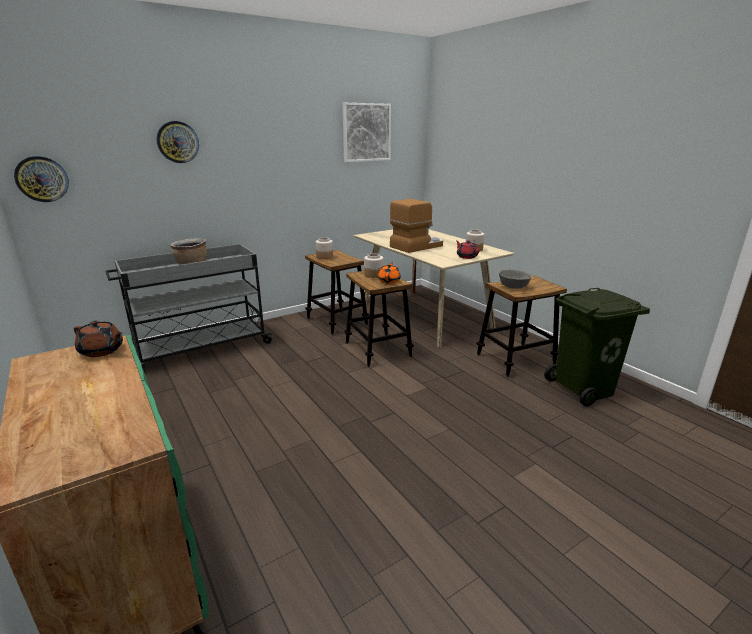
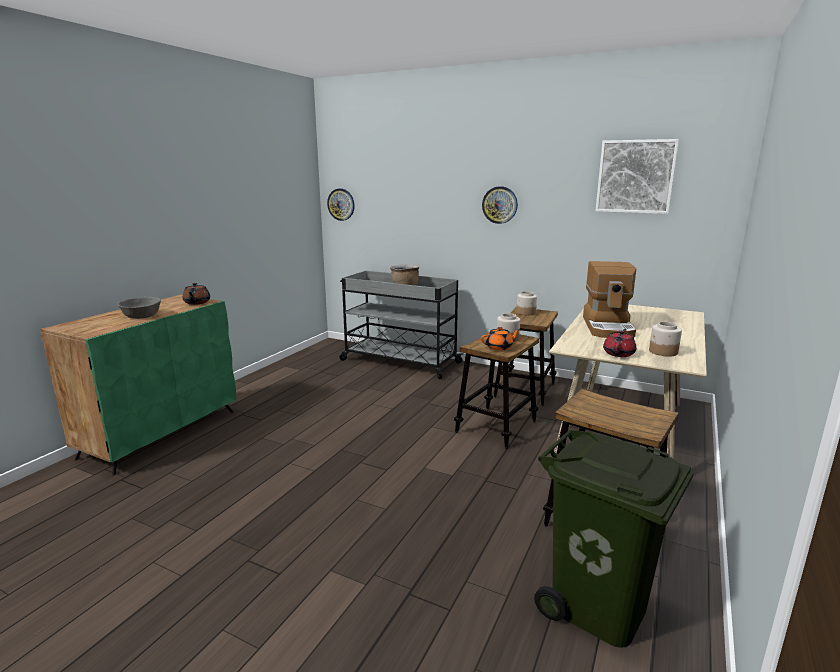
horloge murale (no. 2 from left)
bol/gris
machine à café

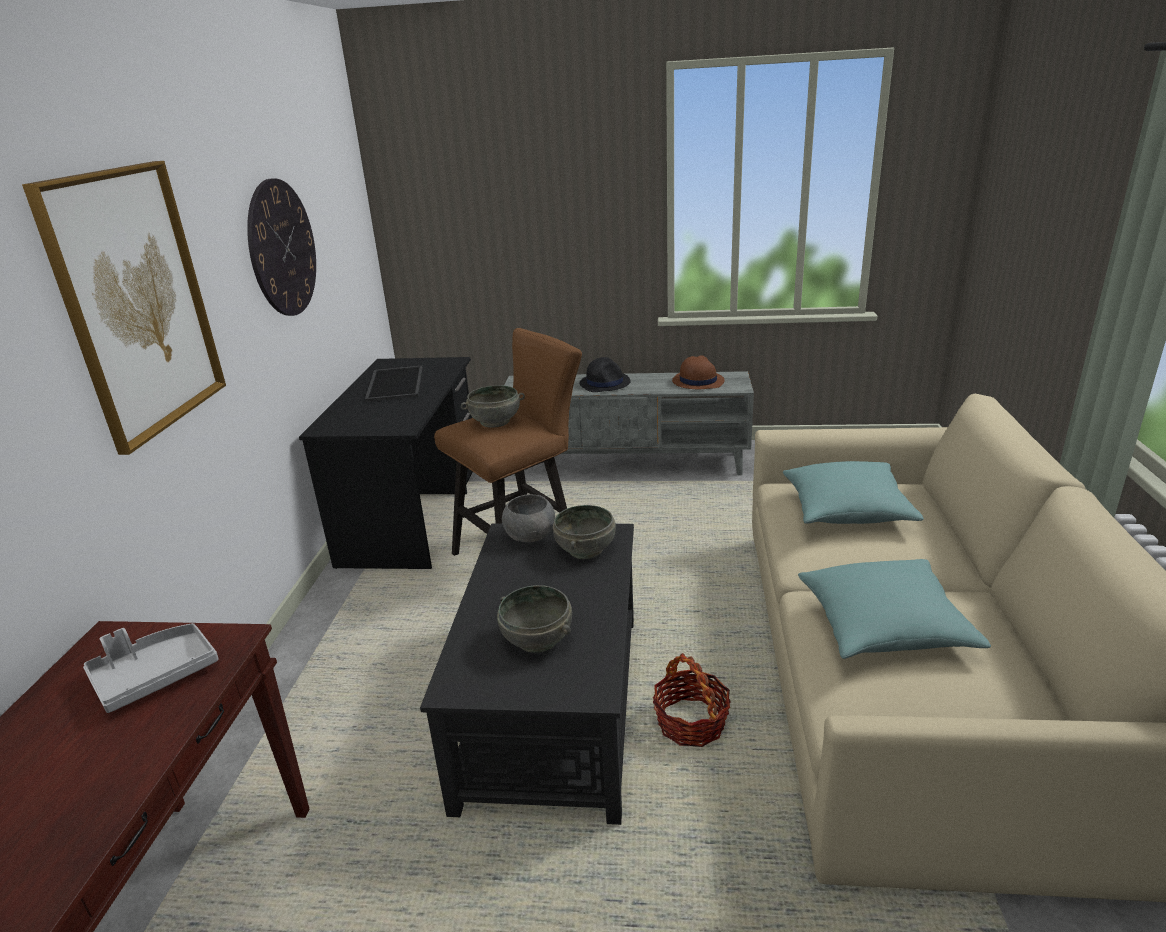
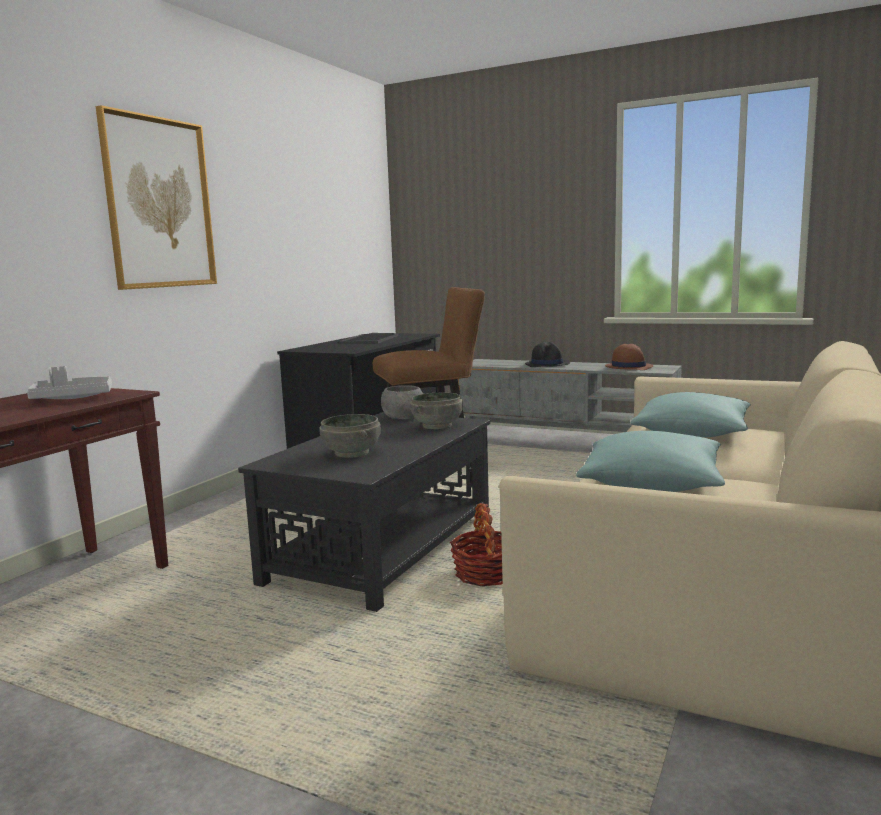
horloge murale
bol/gris (no. 1 from left in the first image)

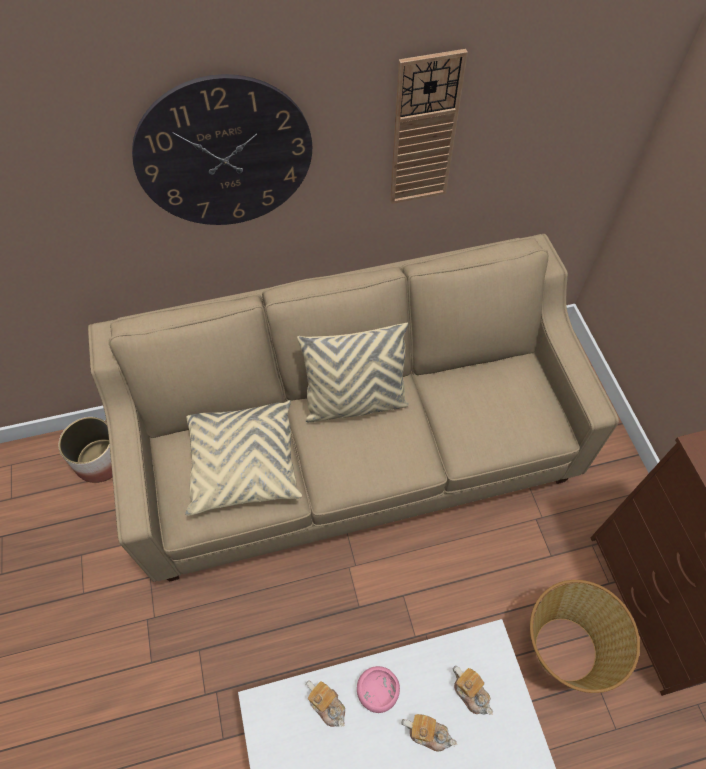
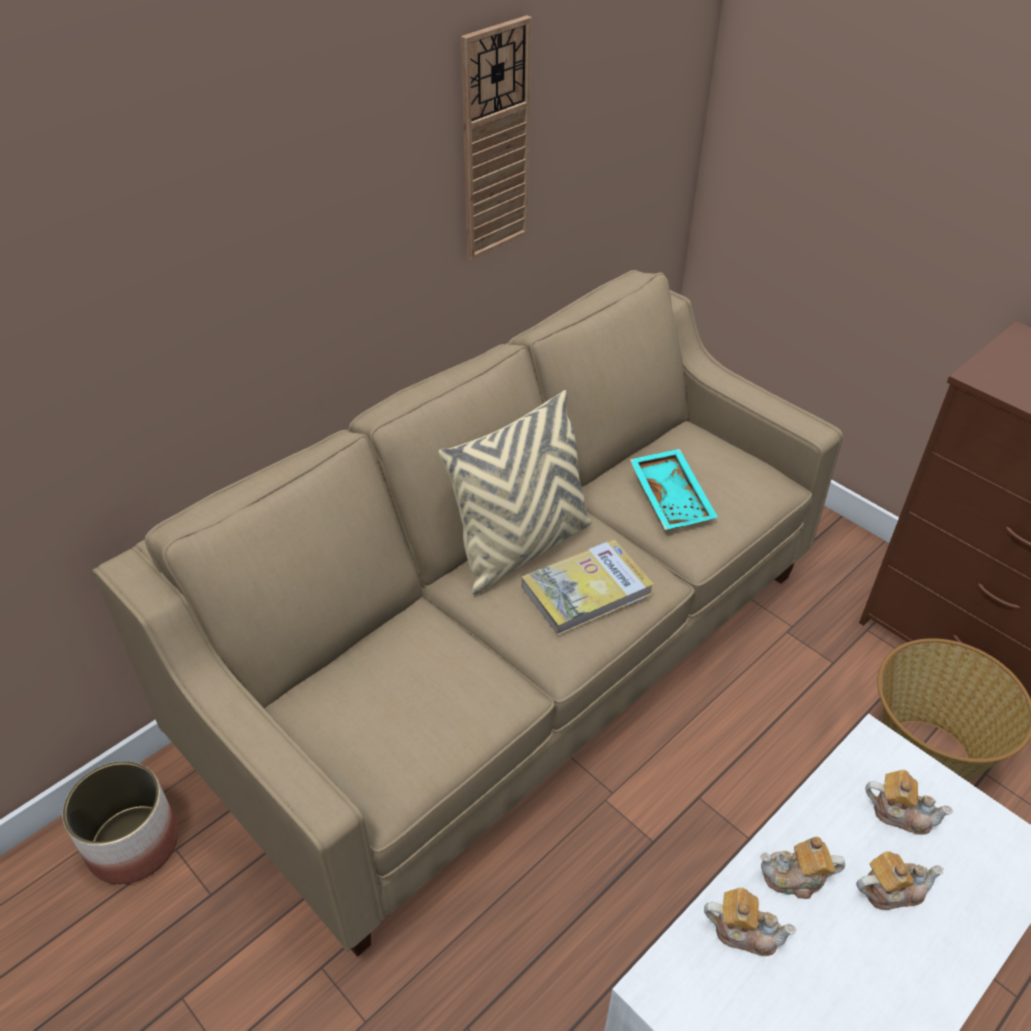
horloge murale (no. 1 from left in the first image)
coussin/beige (no. 1 from left in the first image)
livre
plateau/turquoise
théière (no. 2 from left)

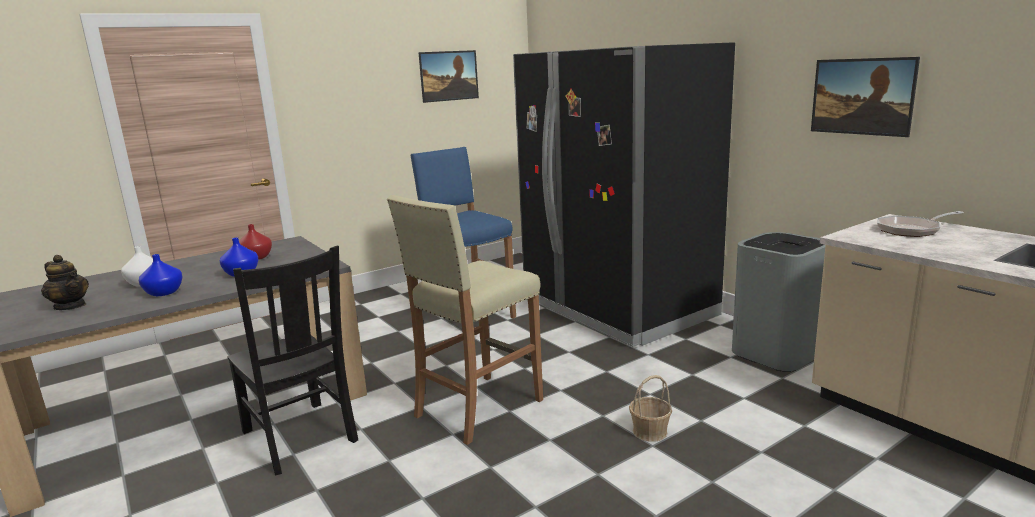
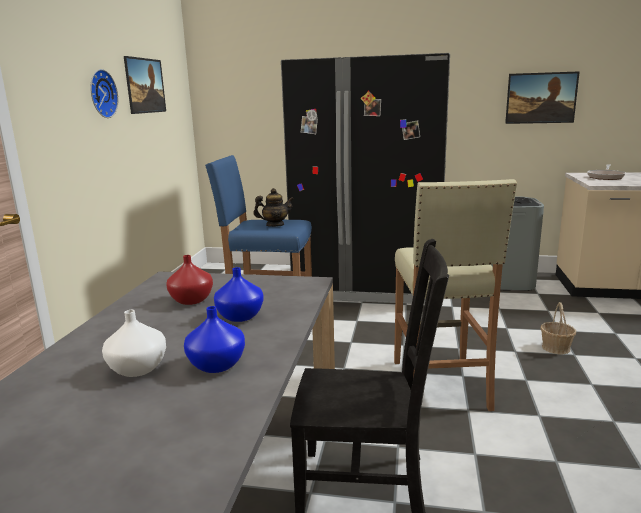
horloge murale
théière

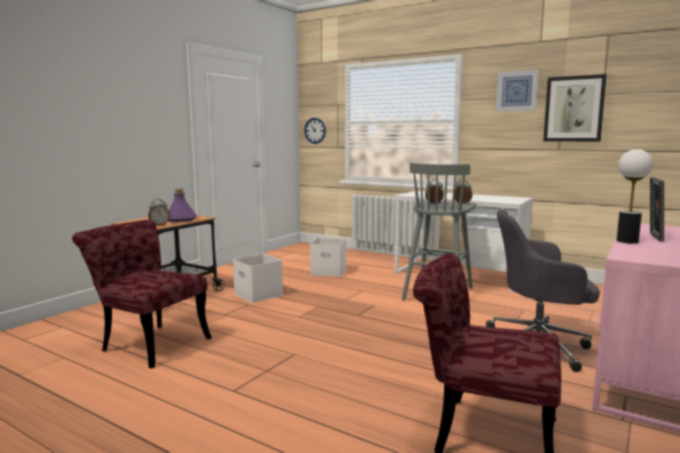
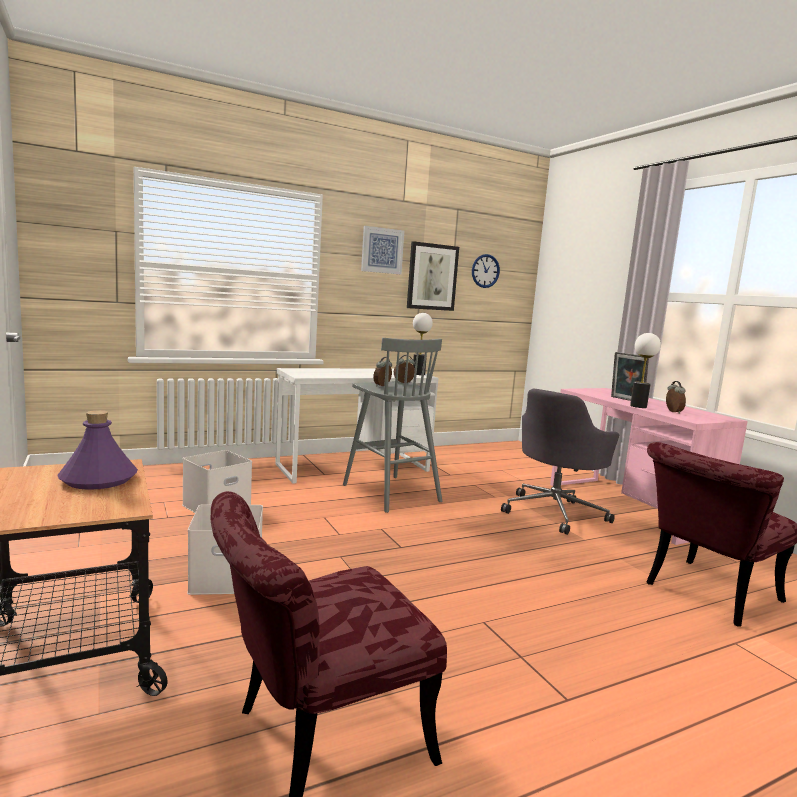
lampe de table (no. 1 from left)
réveil (no. 3 from left)
horloge murale

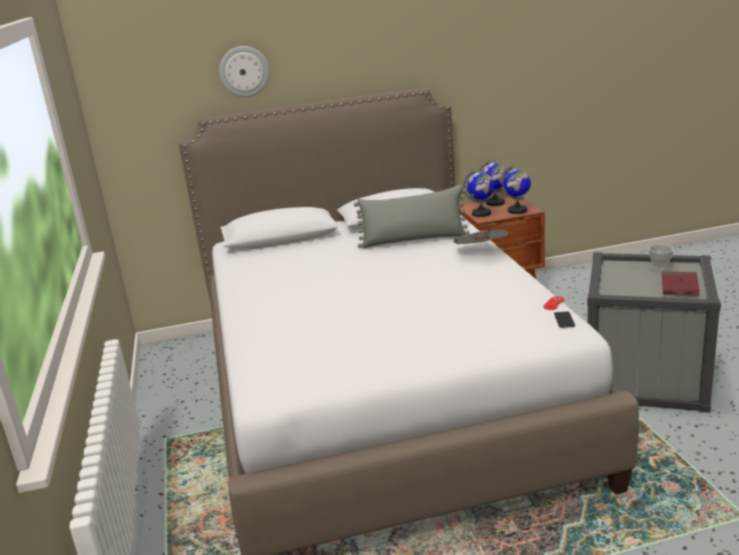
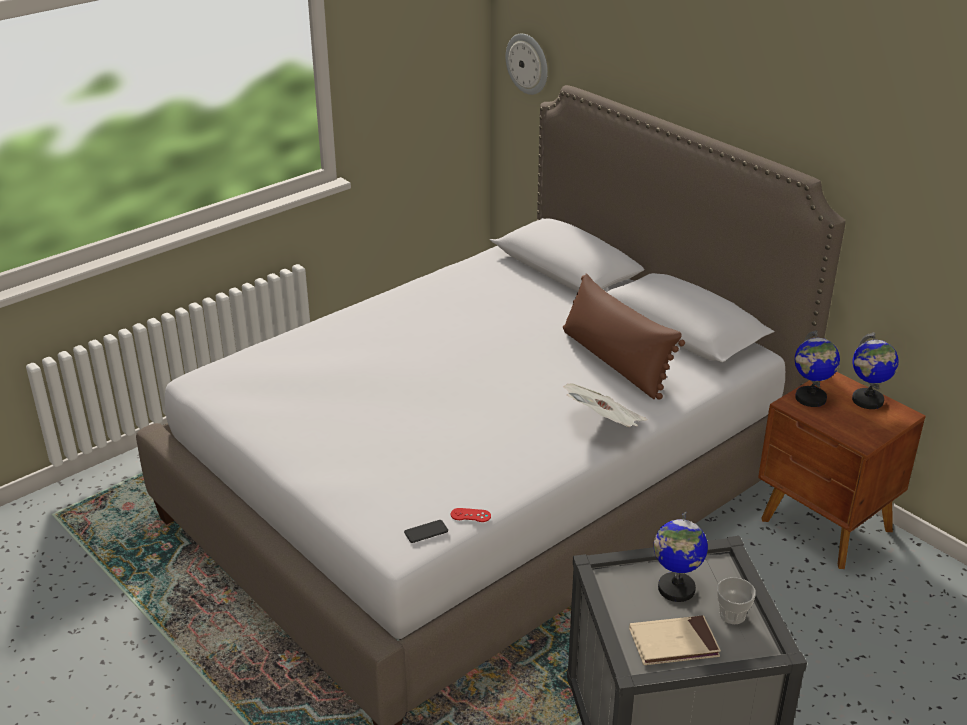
horloge murale
globe (no. 1 from left)
coussin/marron
livre/beige

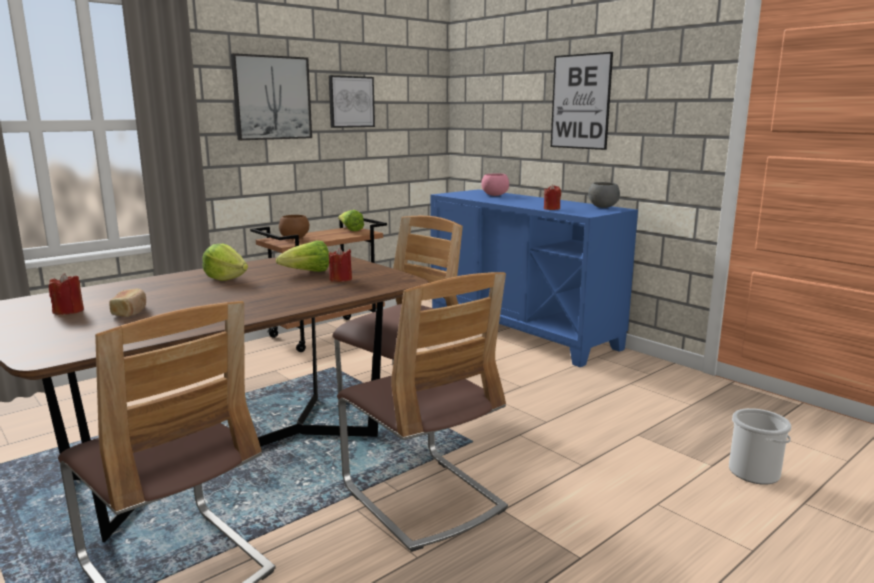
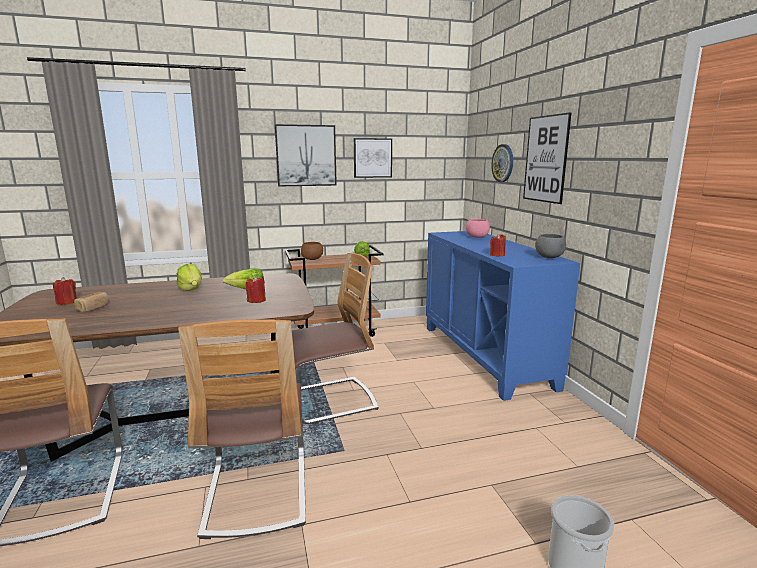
horloge murale

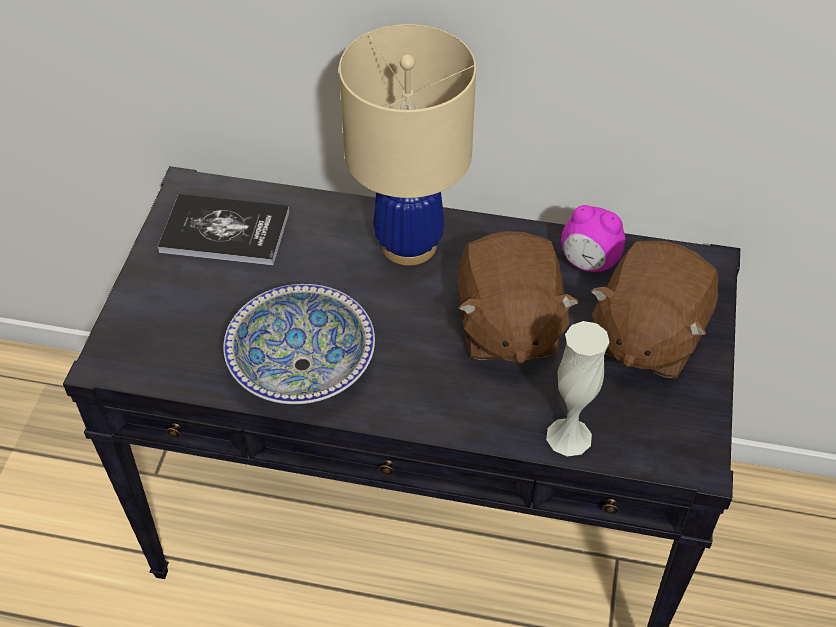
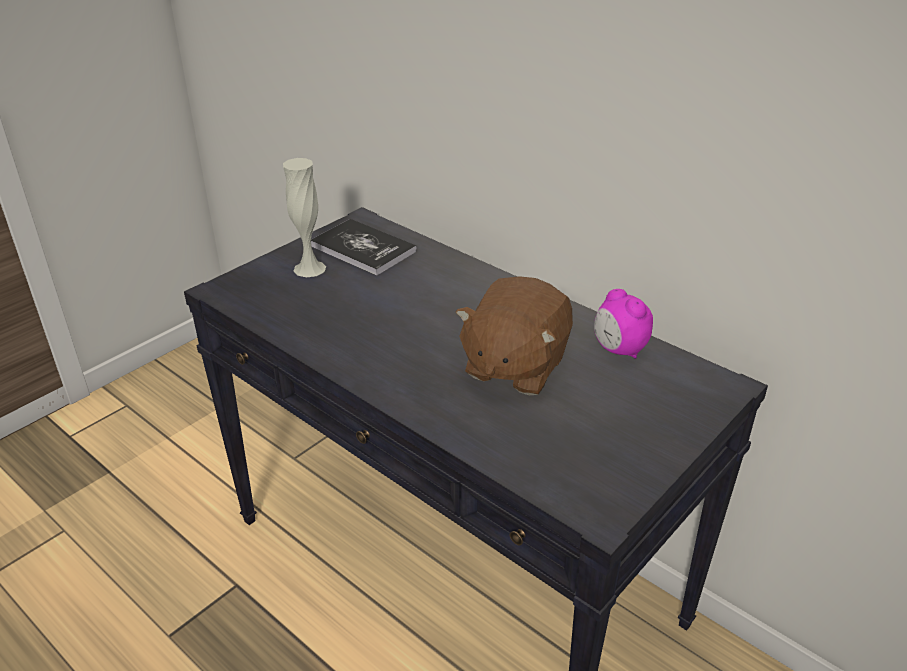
bol
lampe de table/beige
peluche/marron (no. 2 from left in the first image)
vase/blanc

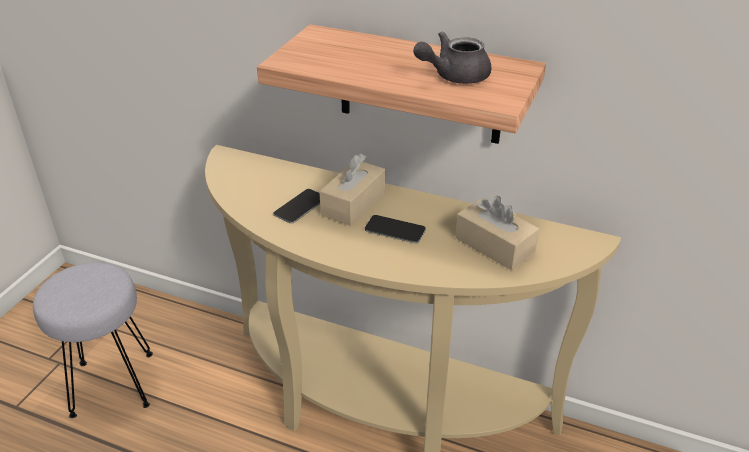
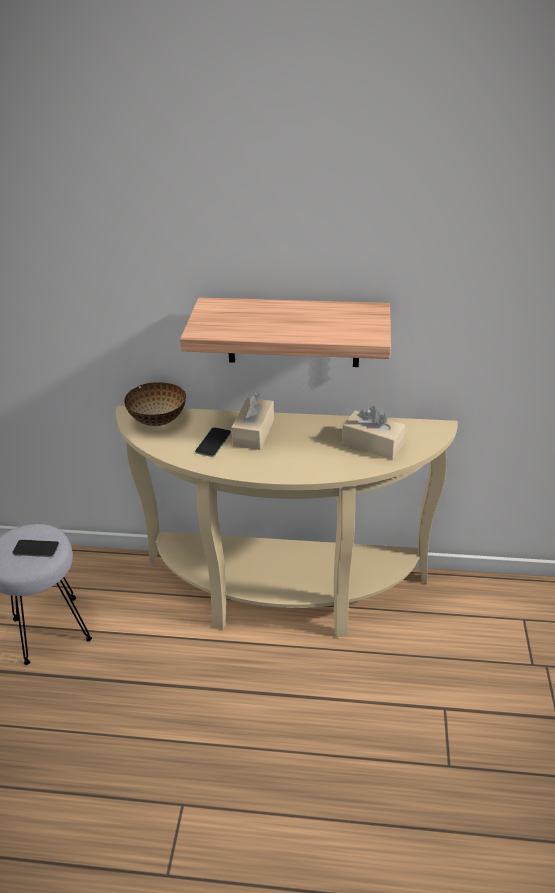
théière/gris
bol
téléphone (no. 1 from left)

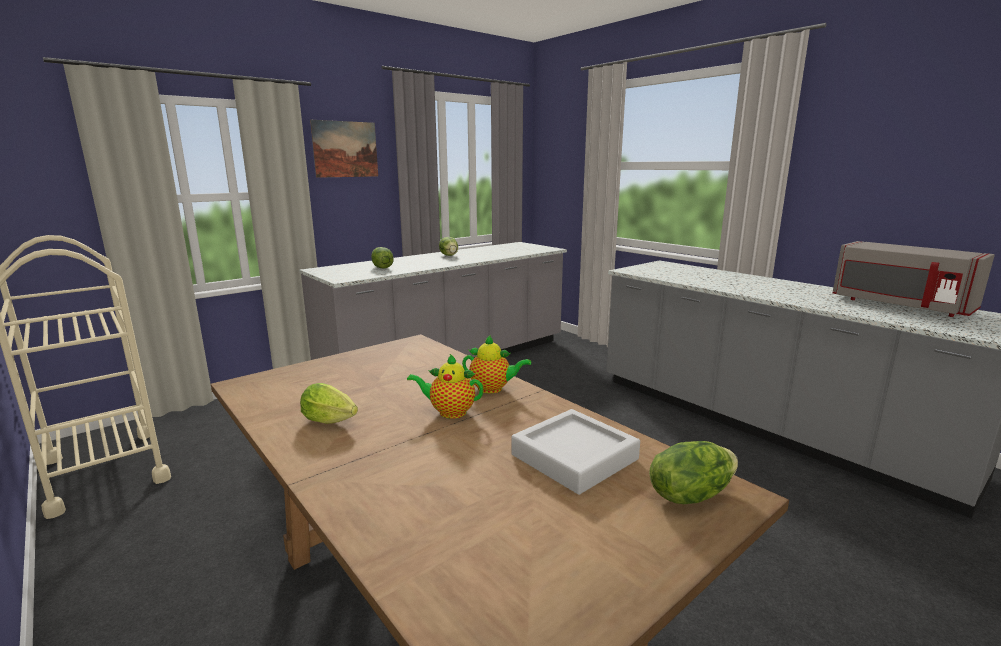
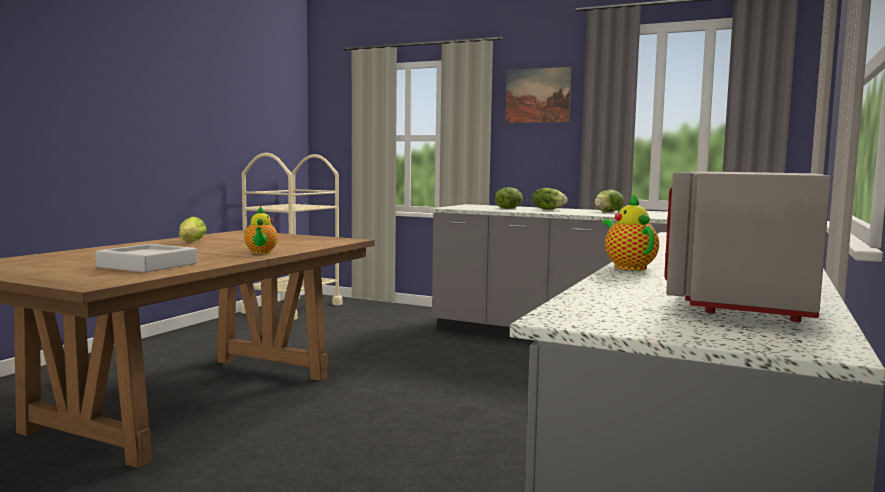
théière (no. 2 from left)
laitue (no. 3 from left)

